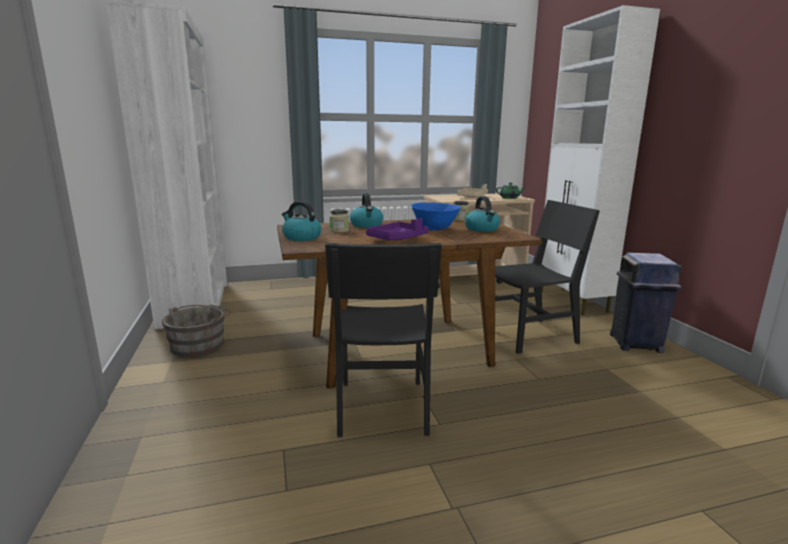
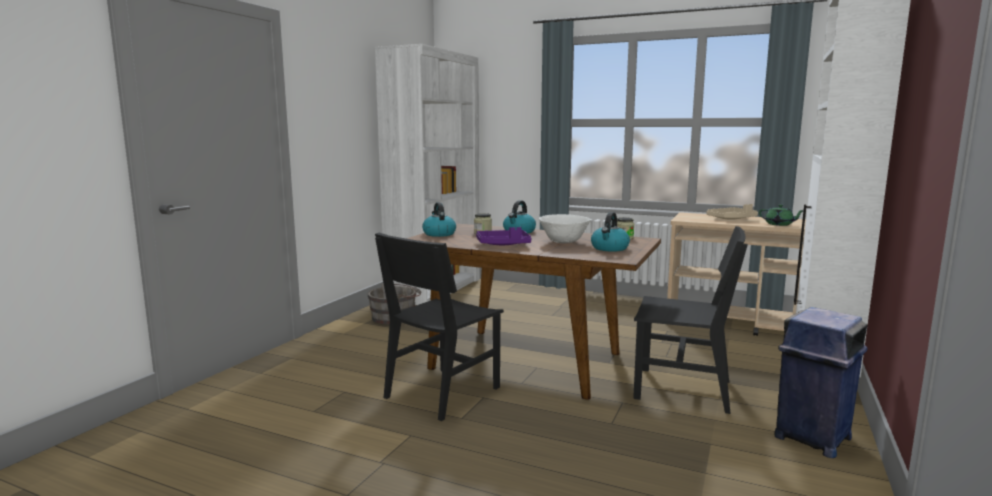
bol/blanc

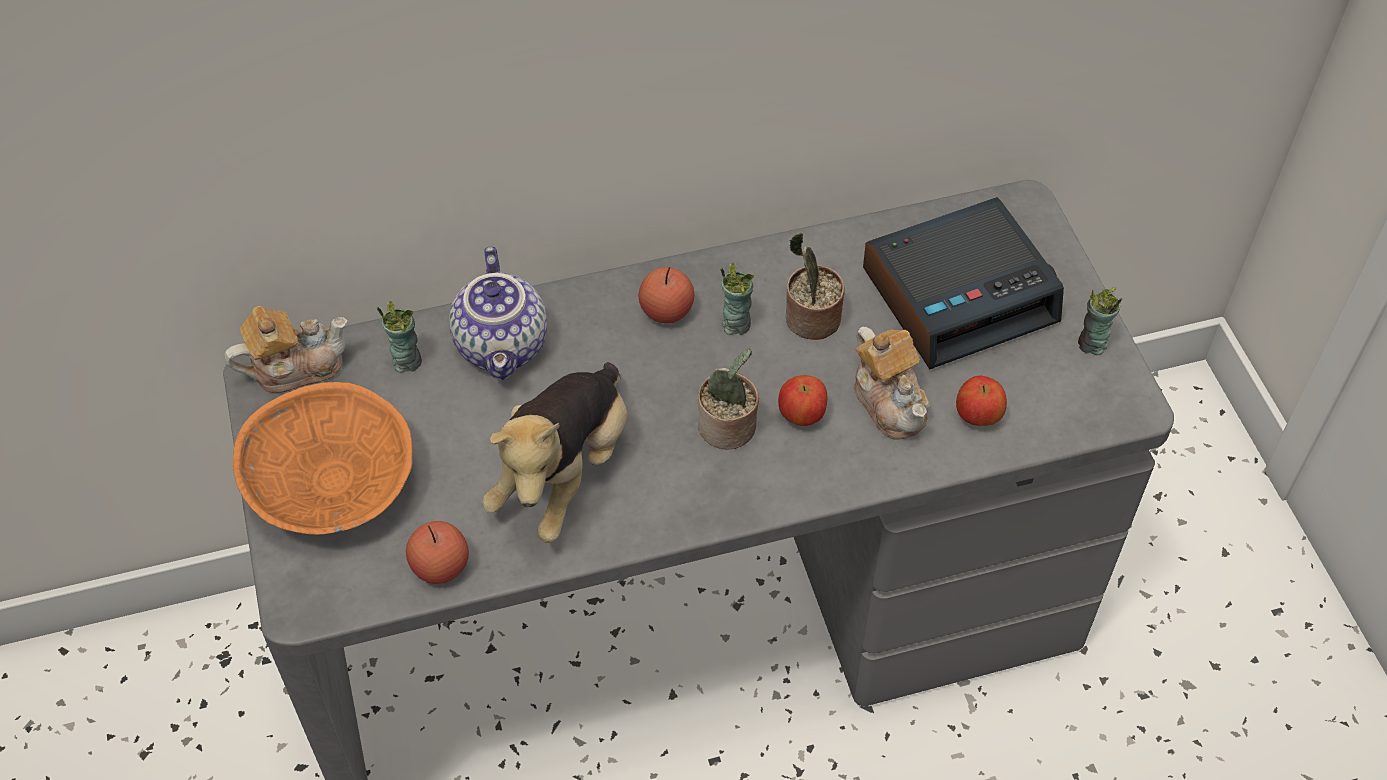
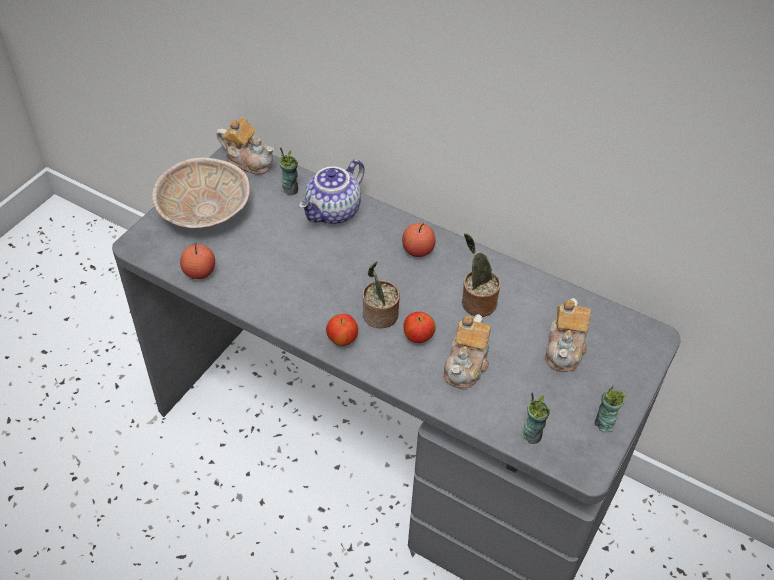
peluche
tasse (no. 2 from left)
pomme (no. 2 from left)
théière (no. 4 from left)
bol/beige

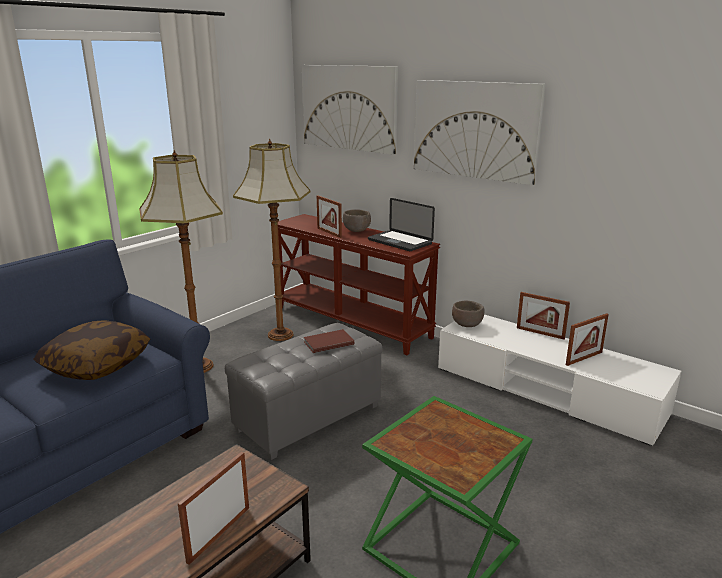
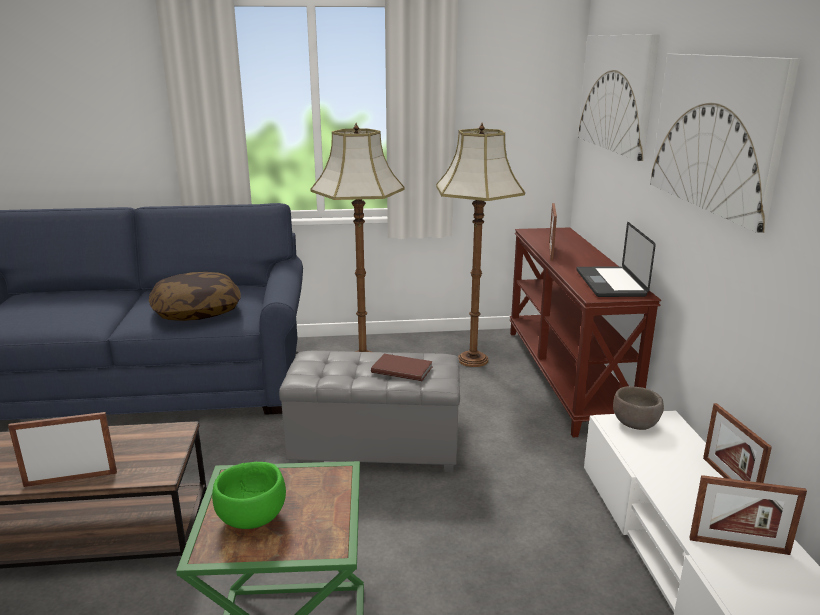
bol/marron (no. 1 from left in the first image)
bol/vert

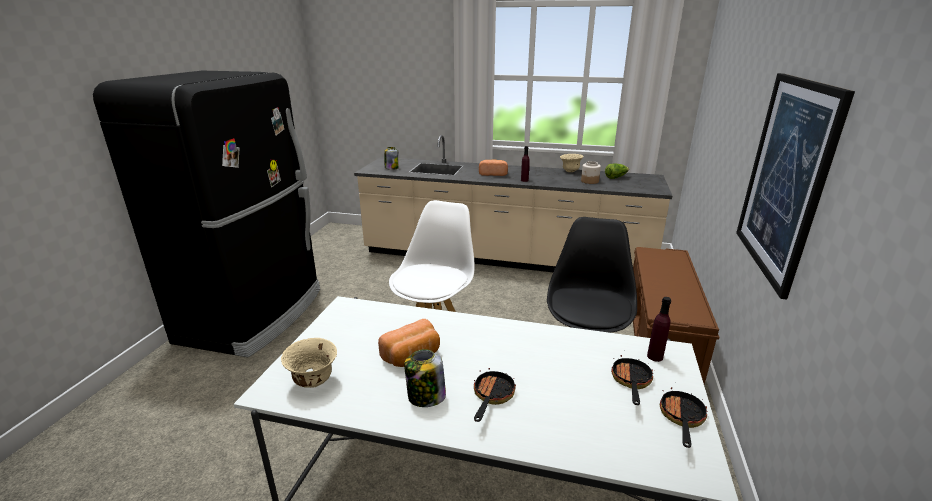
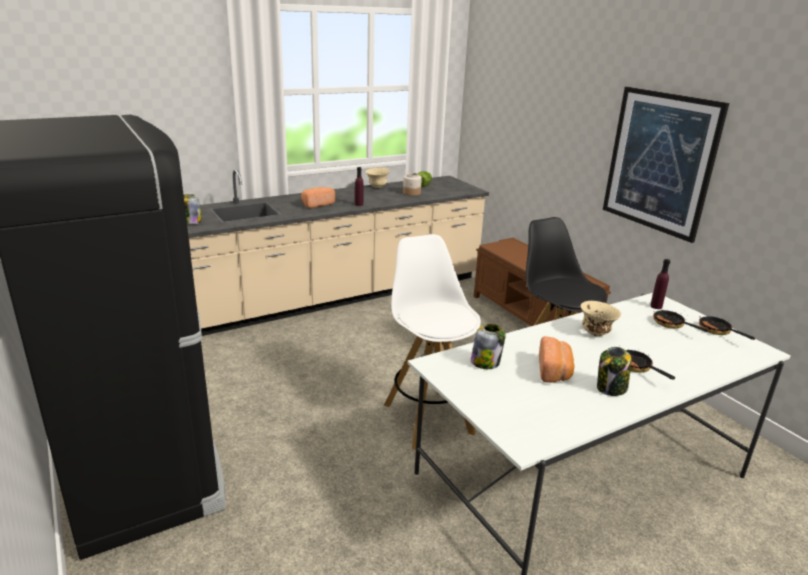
bocal (no. 3 from left)
bol/beige (no. 2 from left)

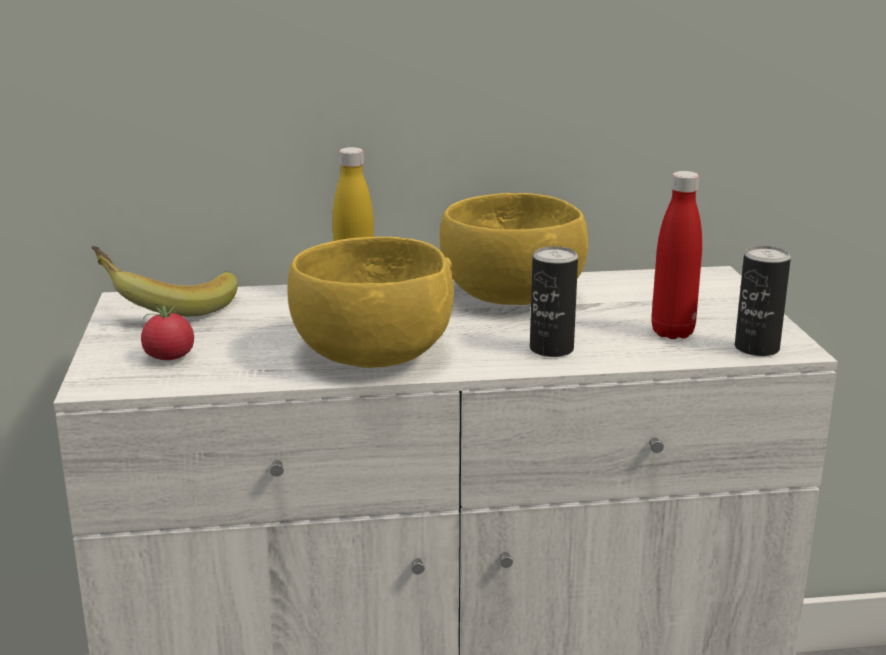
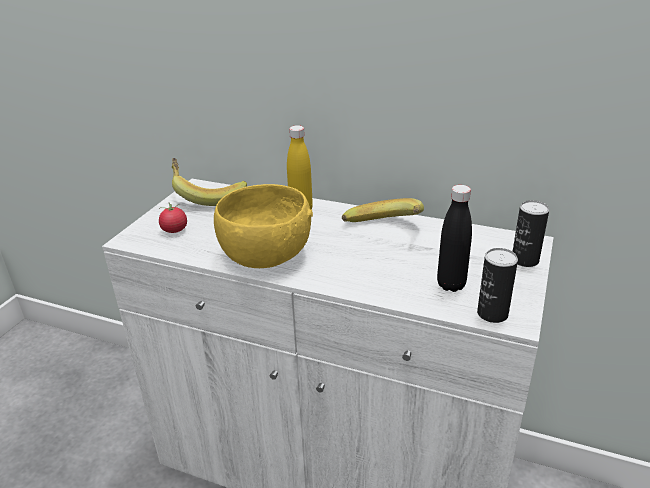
boîte métallique (no. 2 from left)
banane (no. 2 from left)
bouteille/noir

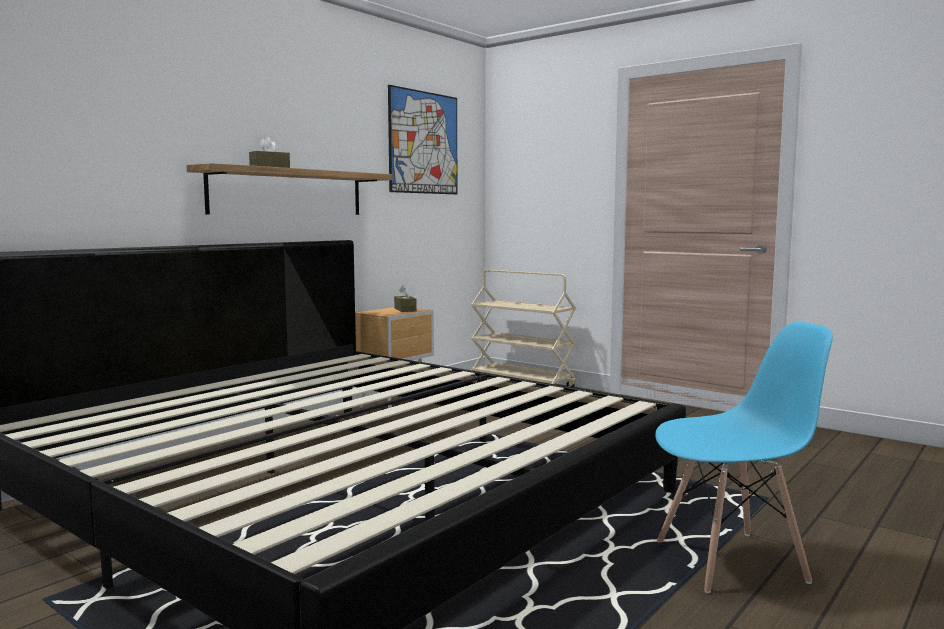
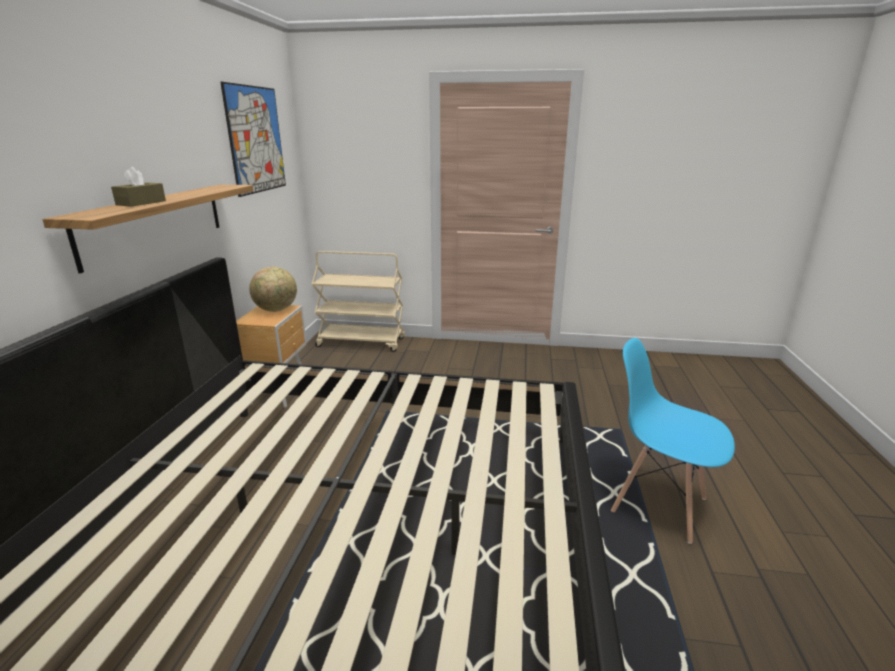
globe
chaise/bleu

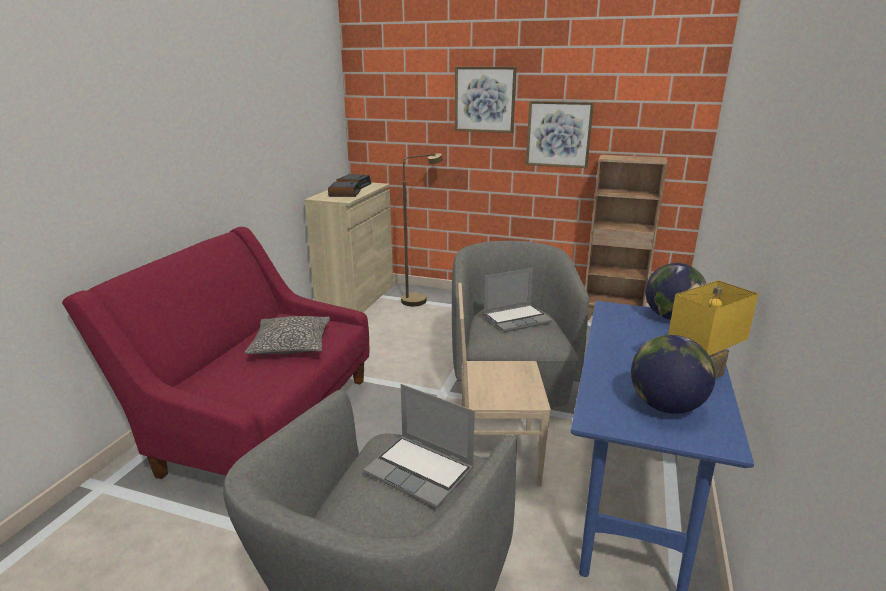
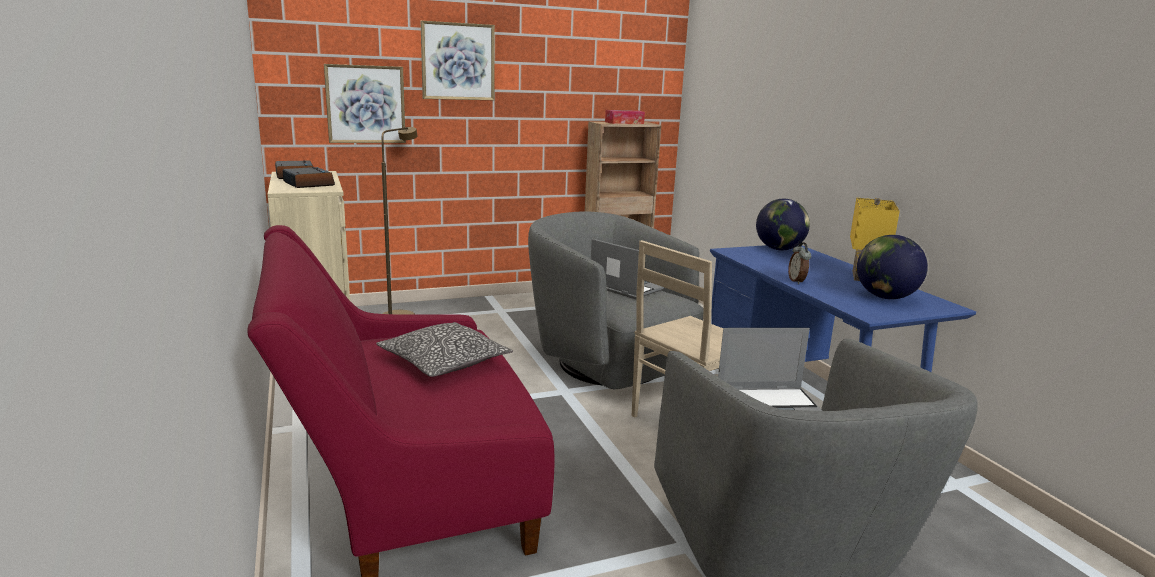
boîte à mouchoirs
réveil (no. 3 from left)
tableau (no. 1 from left)
ordinateur portable (no. 1 from left)

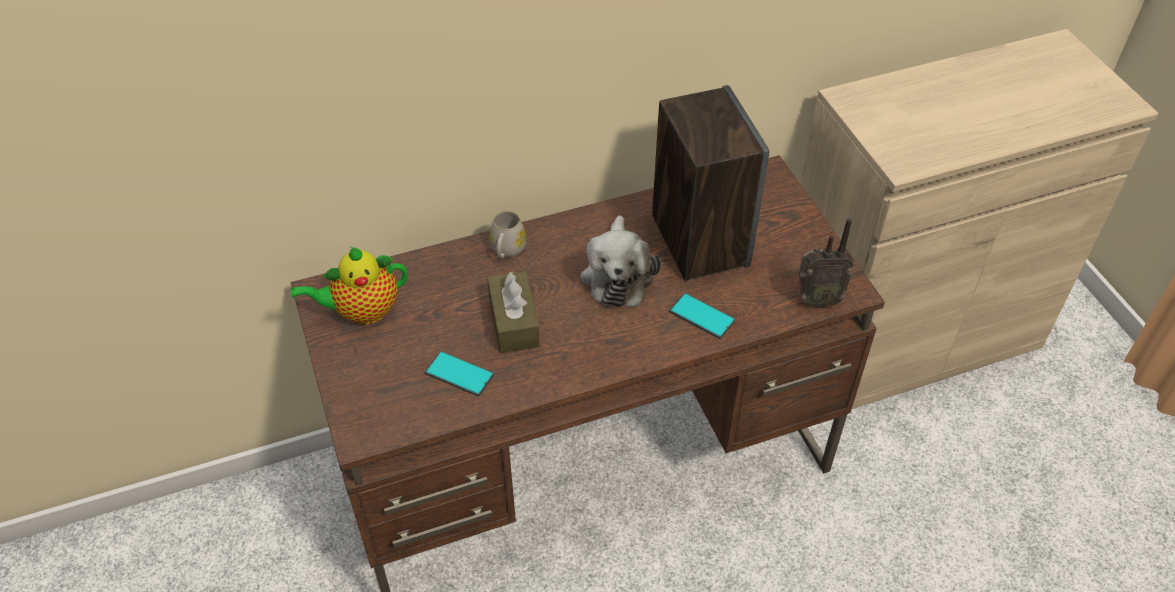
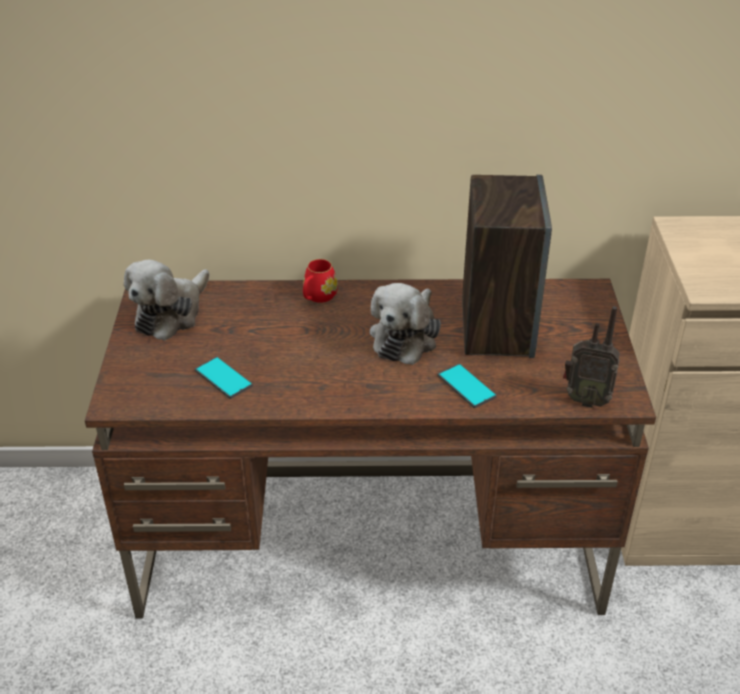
boîte à mouchoirs/marron
peluche (no. 1 from left)
mug/rouge

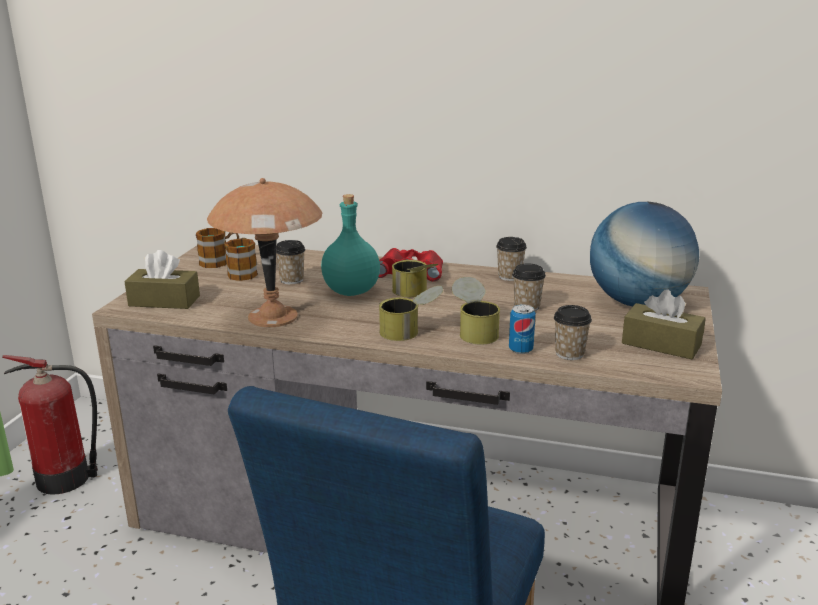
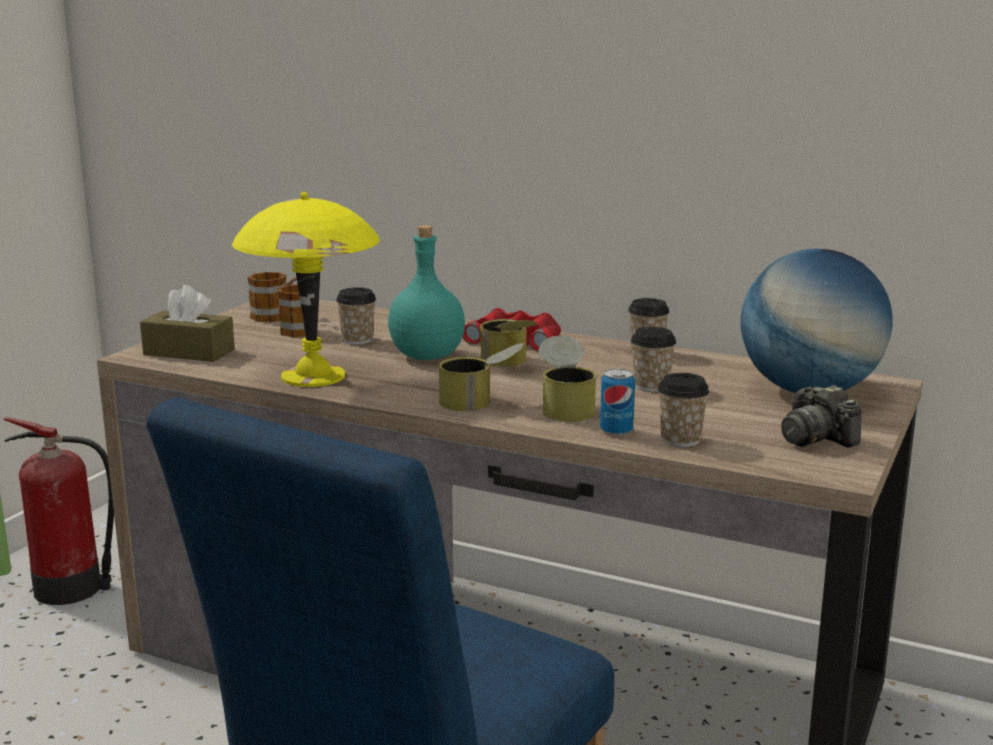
appareil photo
lampe de table/jaune

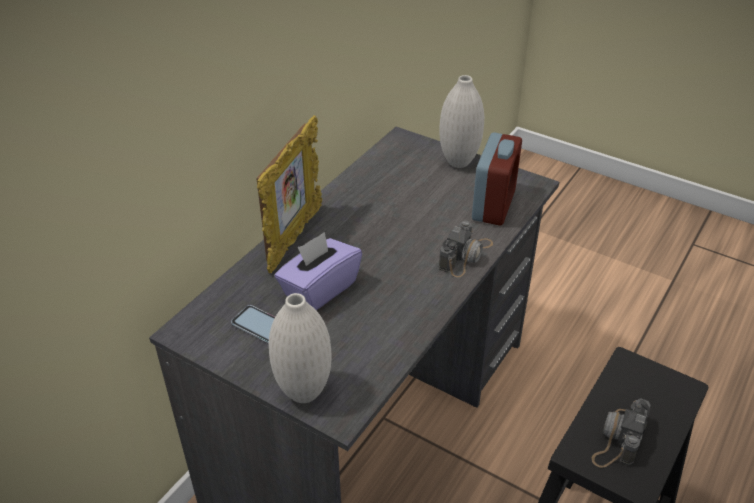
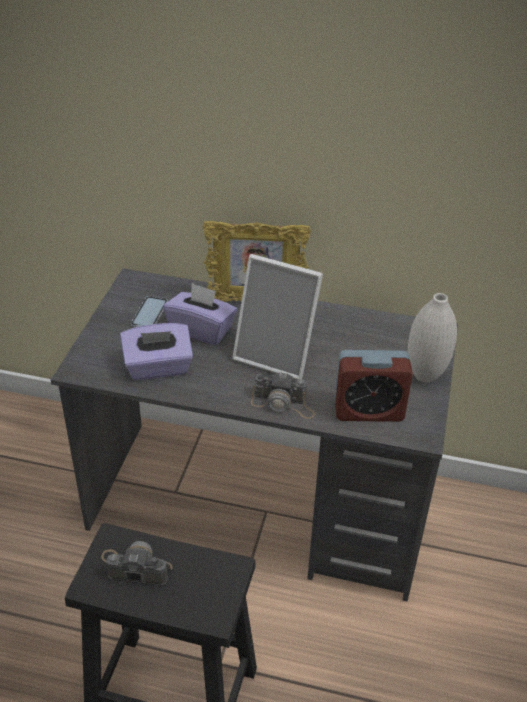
vase/blanc (no. 1 from left in the first image)
boîte à mouchoirs/violet (no. 1 from left)
cadre photo (no. 2 from left)

